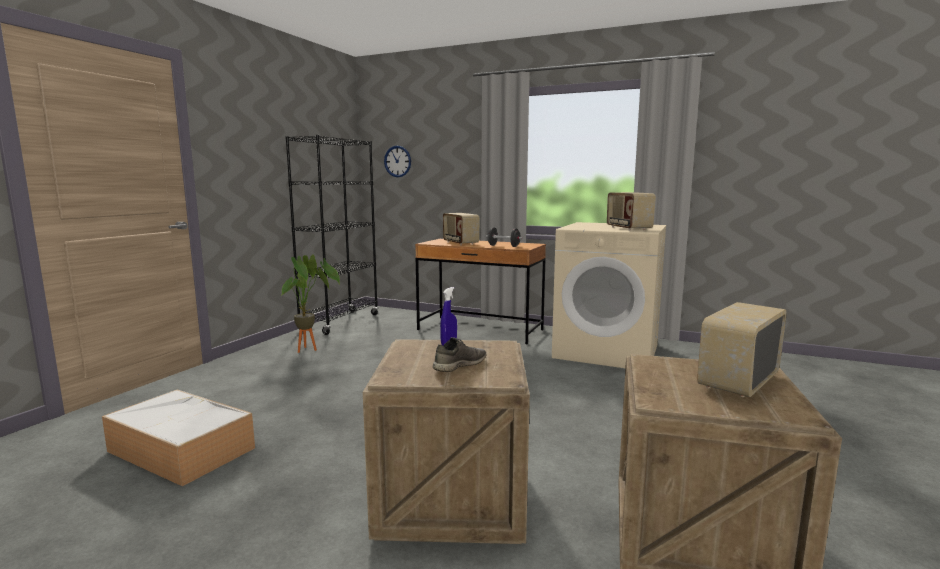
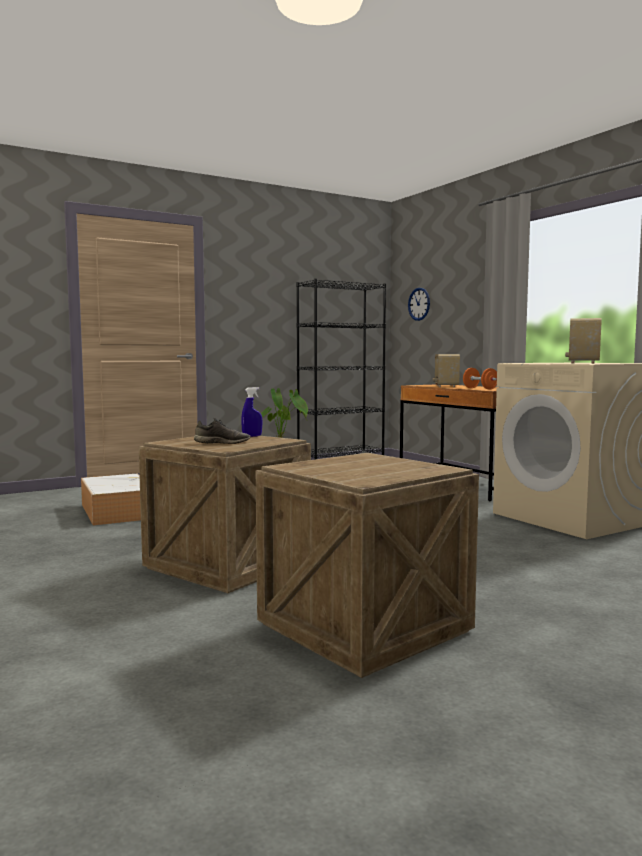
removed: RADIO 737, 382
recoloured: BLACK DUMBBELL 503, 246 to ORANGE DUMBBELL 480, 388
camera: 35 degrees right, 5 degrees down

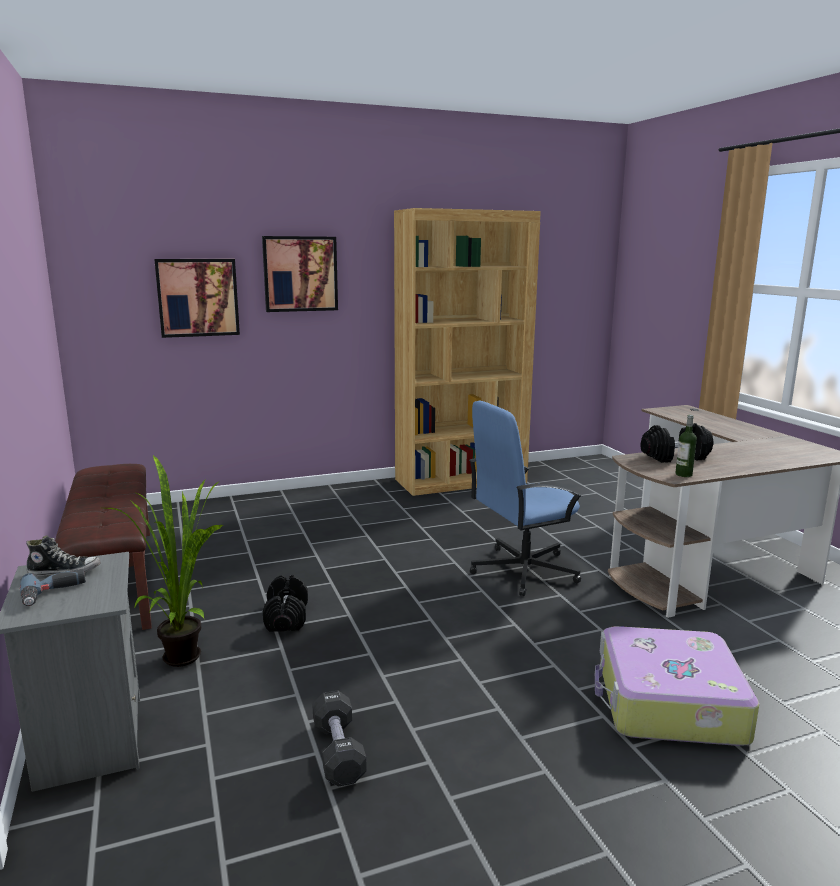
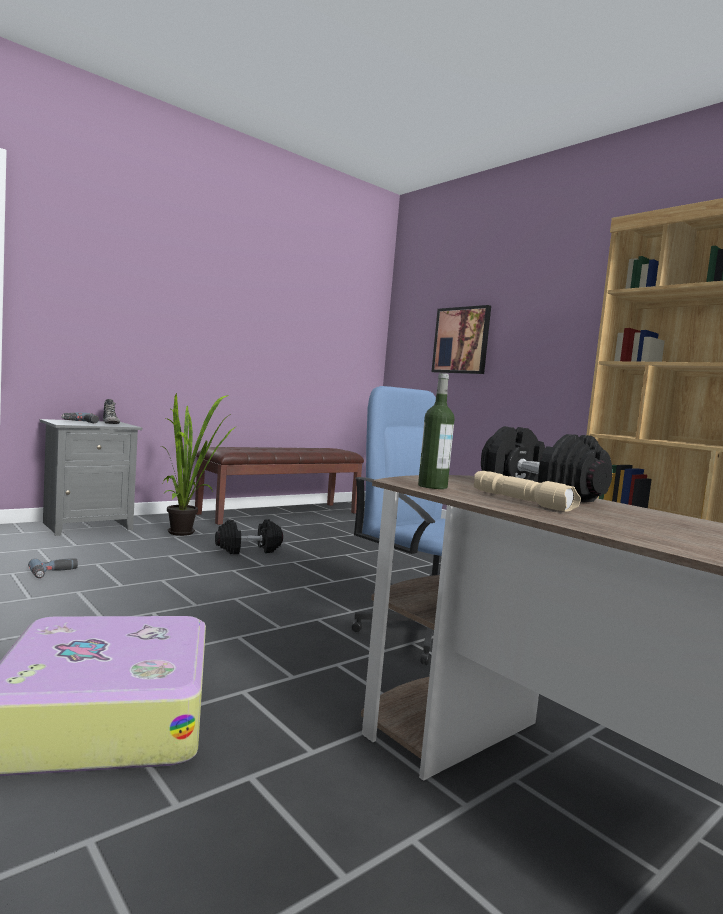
removed: PICTURE 300, 274
added: BEIGE FLASHLIGHT 522, 501
replaced: BLACK DUMBBELL 338, 752 to POWER DRILL 54, 573
camera: 70 degrees right, 10 degrees down

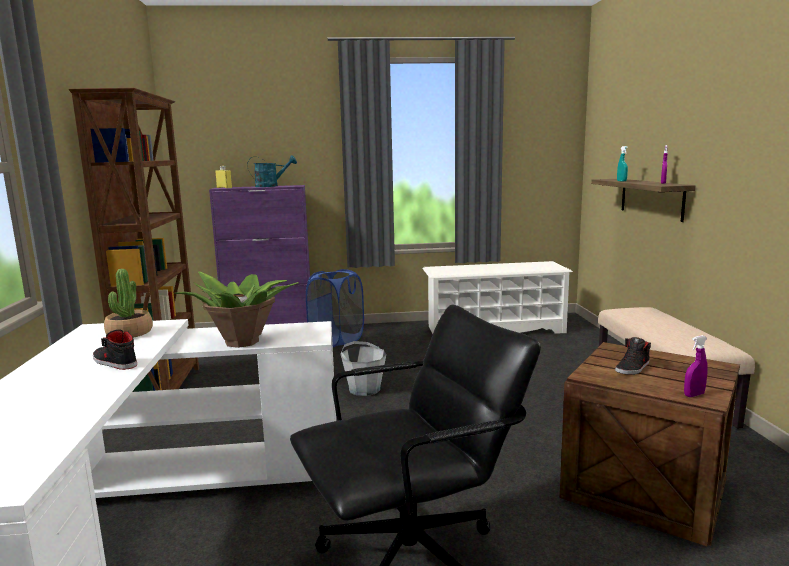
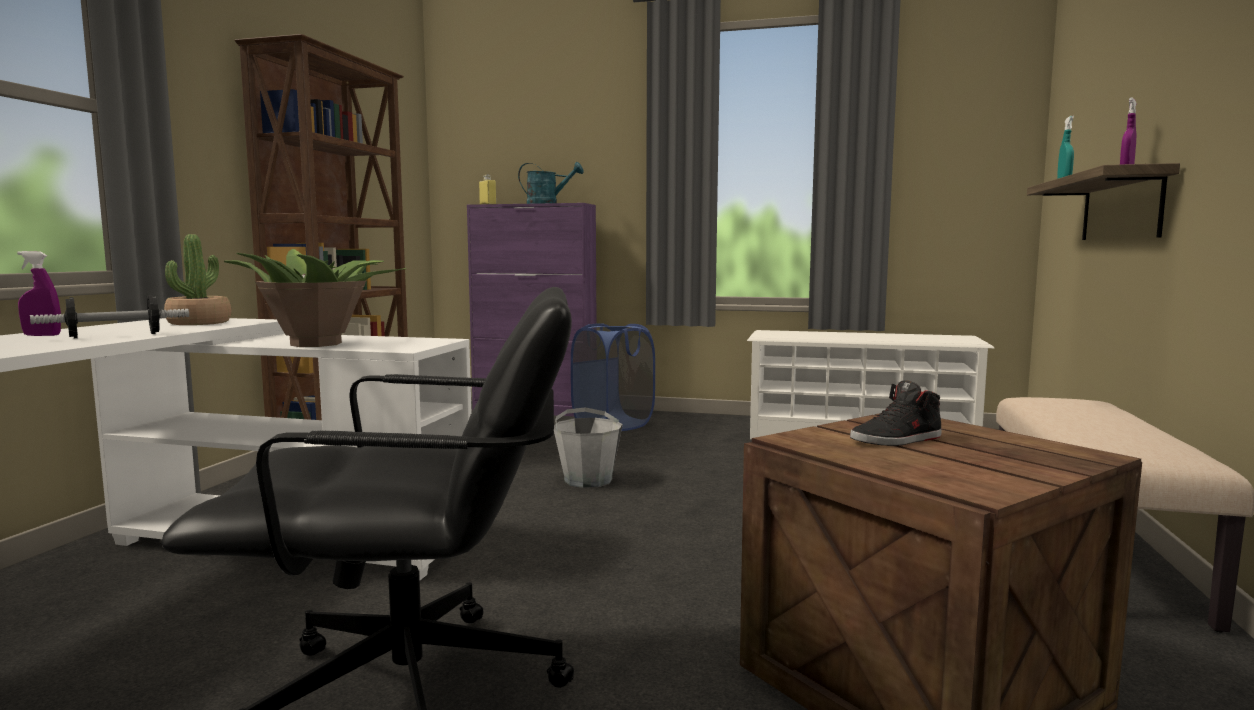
moved: PURPLE SPRAY BOTTLE 694, 395 to 42, 335
replaced: BLACK SHOE 114, 362 to DUMBBELL 115, 336
camera: 20 degrees right, 5 degrees down

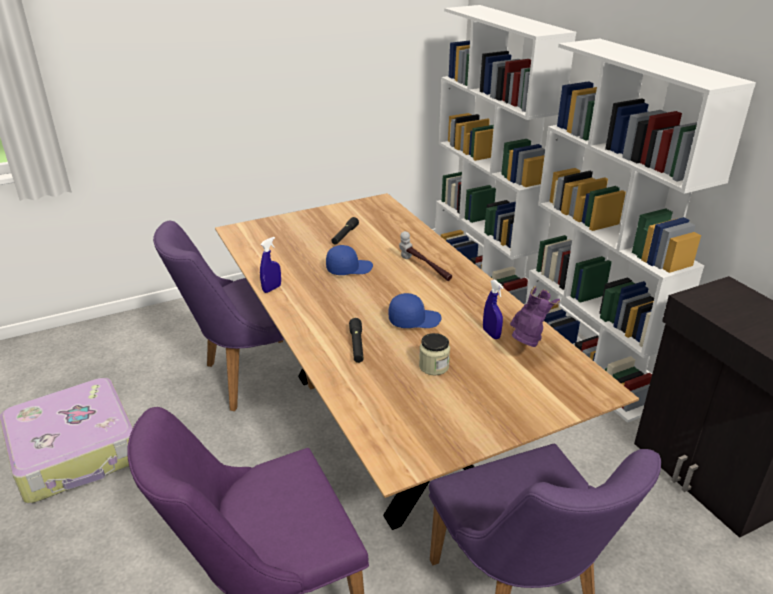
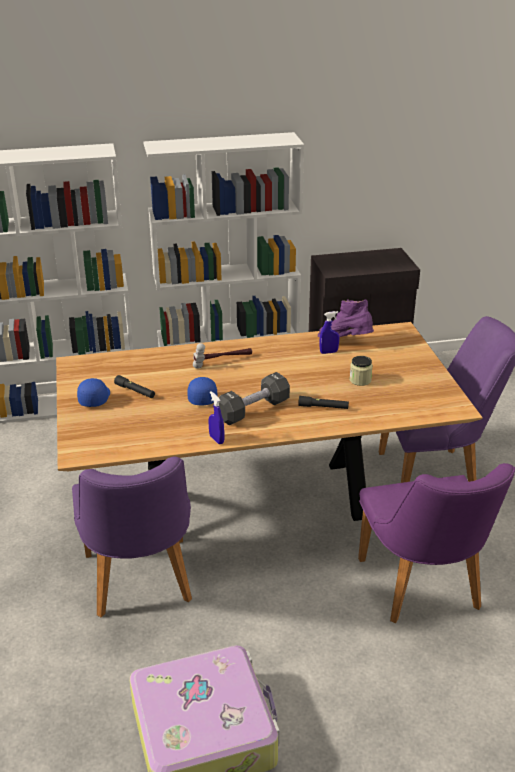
added: BLACK DUMBBELL 253, 410
moved: BLUE CAP 414, 320 to 94, 398
camera: 75 degrees left, 0 degrees up

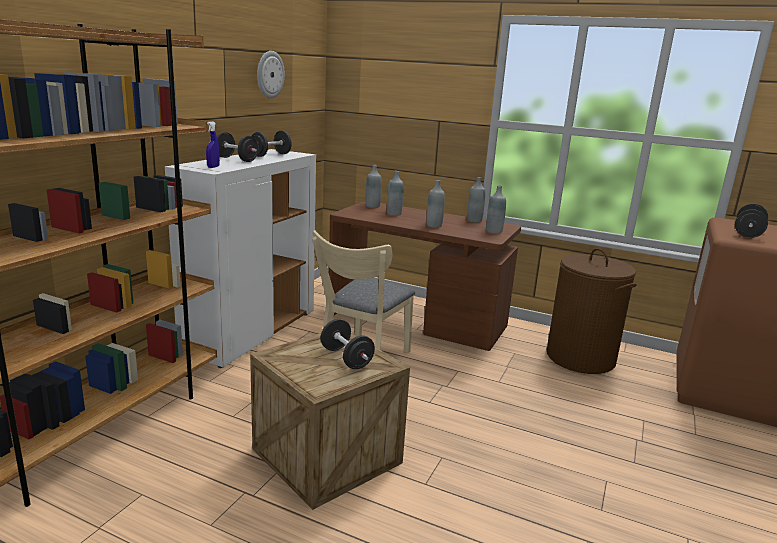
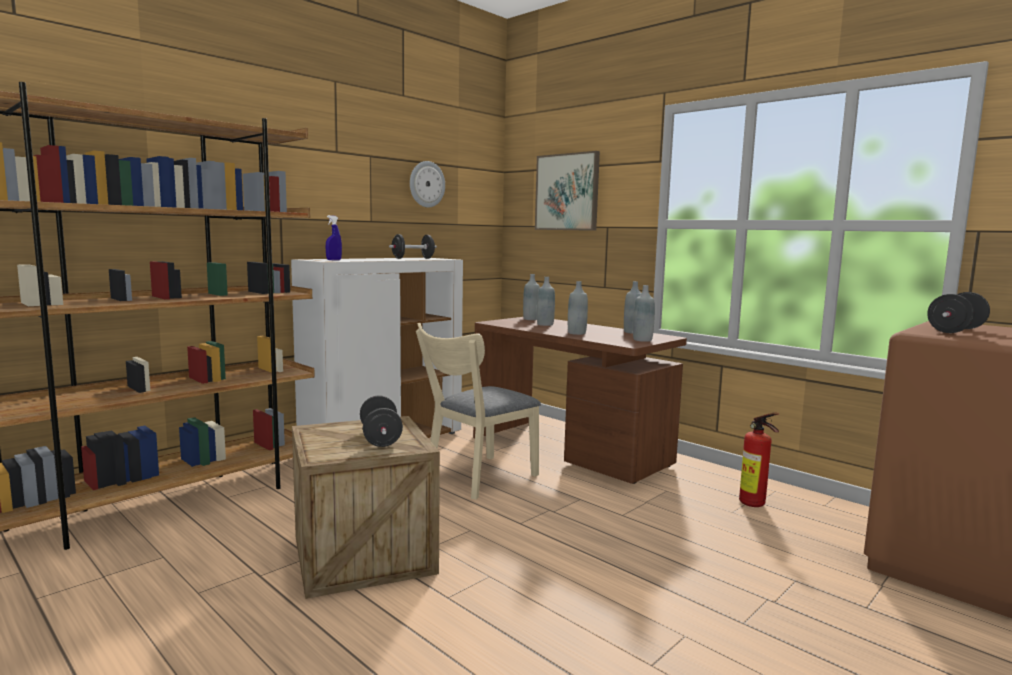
removed: BLACK DUMBBELL 236, 159
added: PICTURE 567, 192
replaced: BROWN LAUNDRY BASKET 581, 358 to FIRE EXTINGUISHER 754, 505
camera: 20 degrees right, 10 degrees down

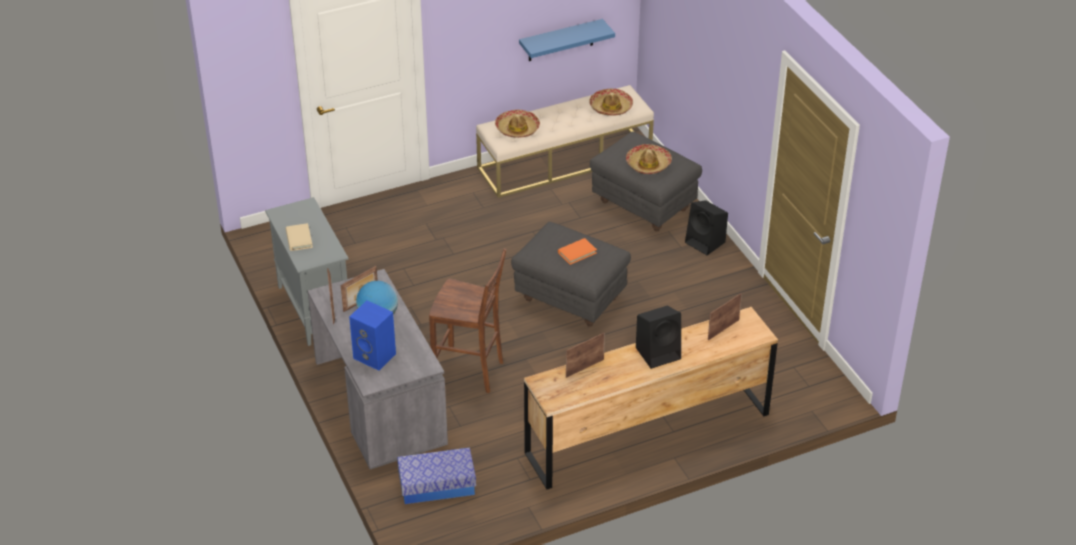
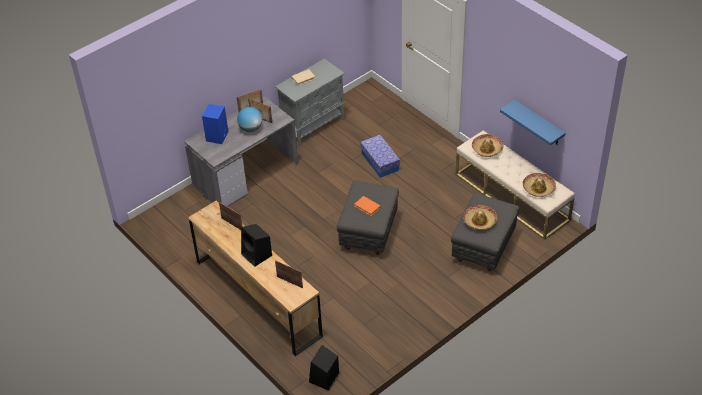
removed: BROWN STOOL 470, 372
moved: STORAGE BOX 437, 485 to 380, 161; BLACK SPEAKER 706, 242 to 323, 378
camera: 75 degrees right, 5 degrees up

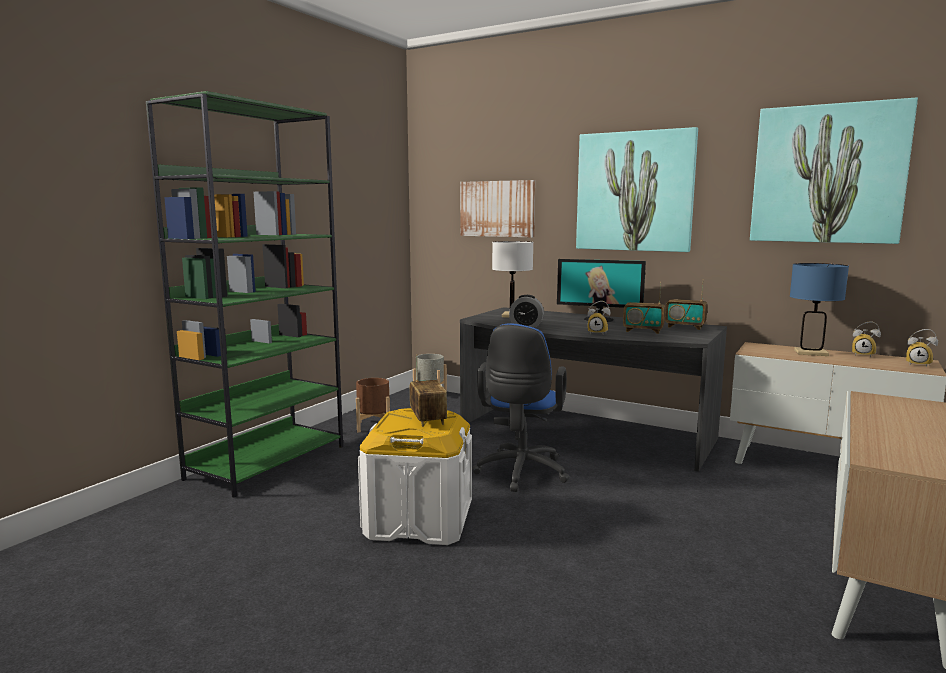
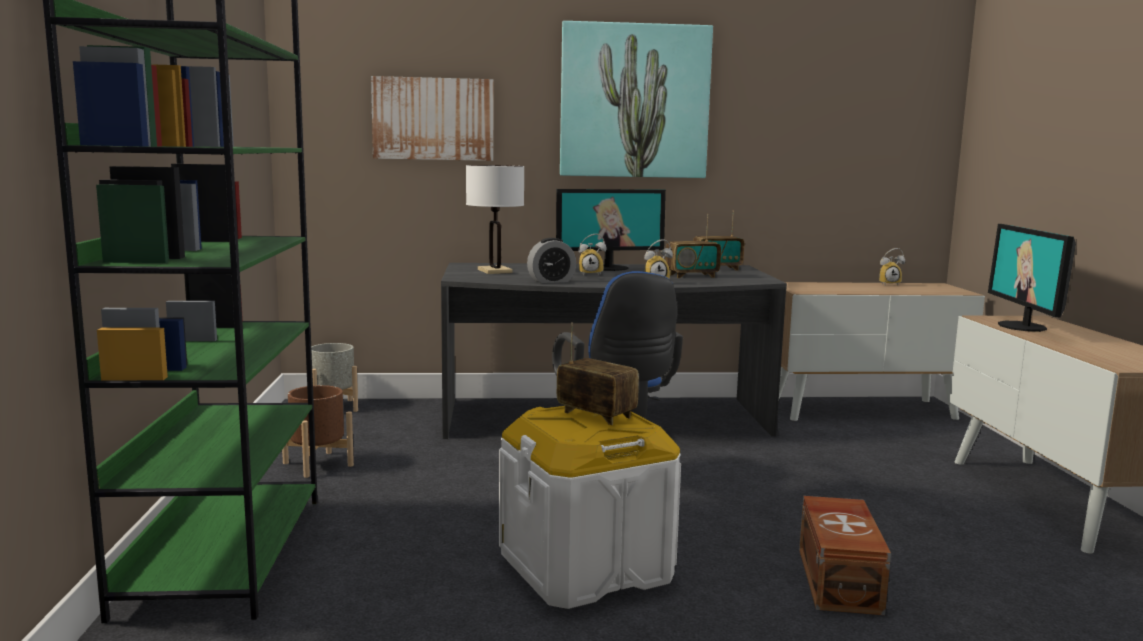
removed: PICTURE 827, 174; BLUE TABLE LAMP 810, 353
added: BROWN STORAGE BOX 840, 579; MONITOR 1023, 326
moved: ALARM CLOCK 919, 364 to 591, 274
camera: 35 degrees left, 0 degrees up

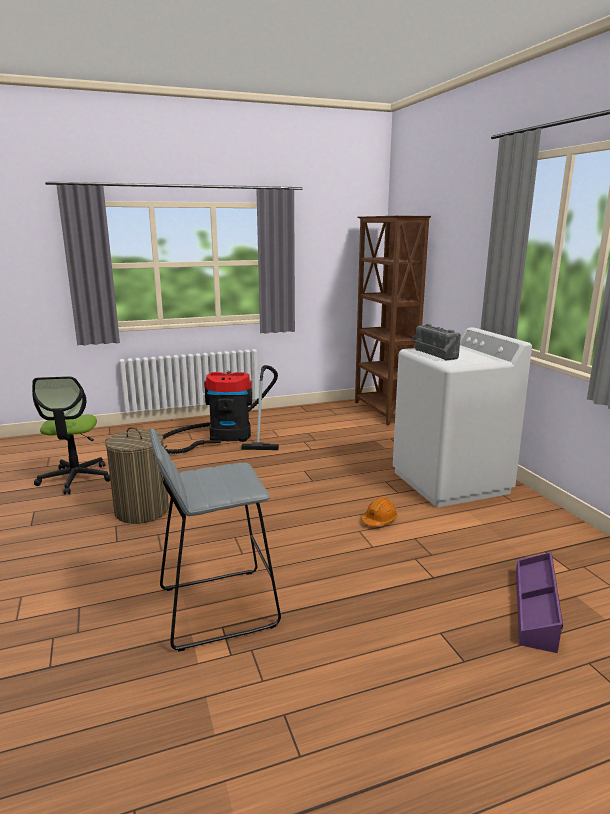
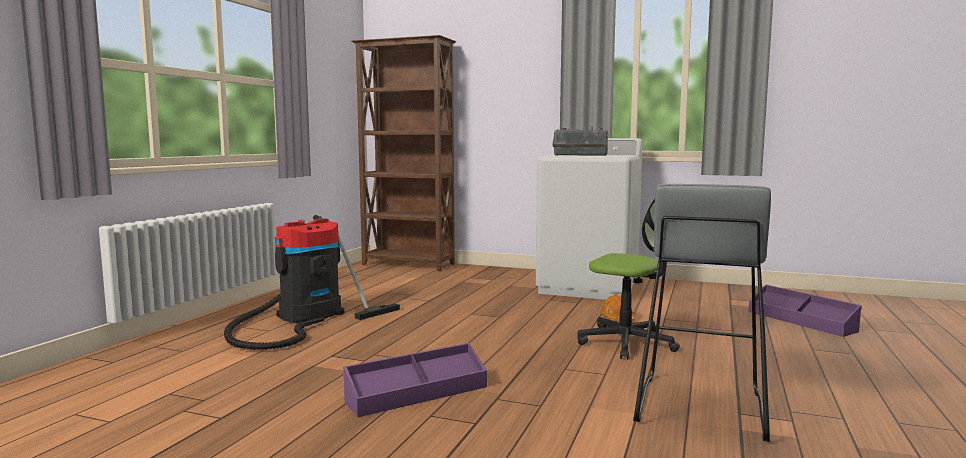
moved: OFFICE CHAIR 75, 479 to 627, 342
replaced: LAUNDRY BASKET 142, 511 to PURPLE STORAGE BOX 417, 393
camera: 50 degrees left, 10 degrees down

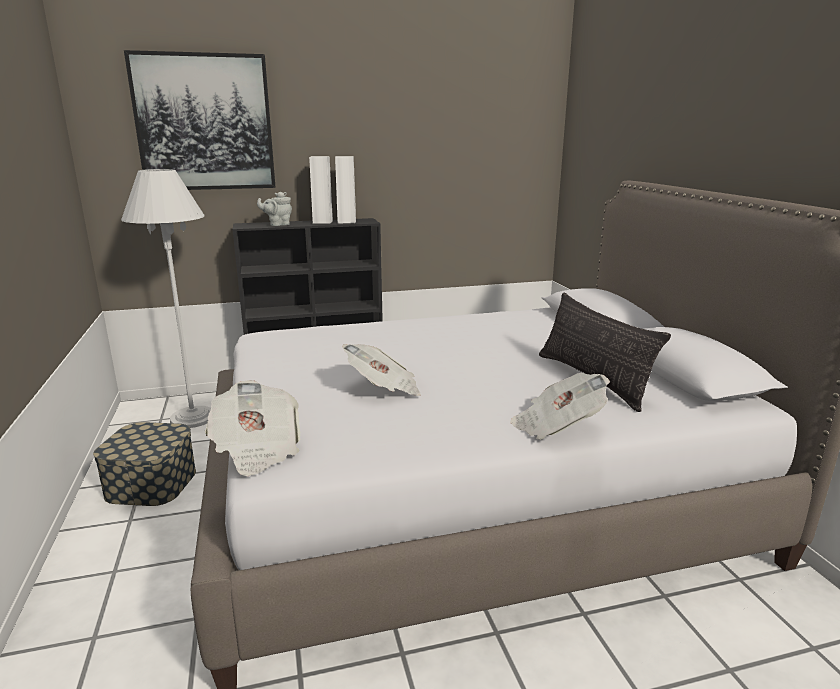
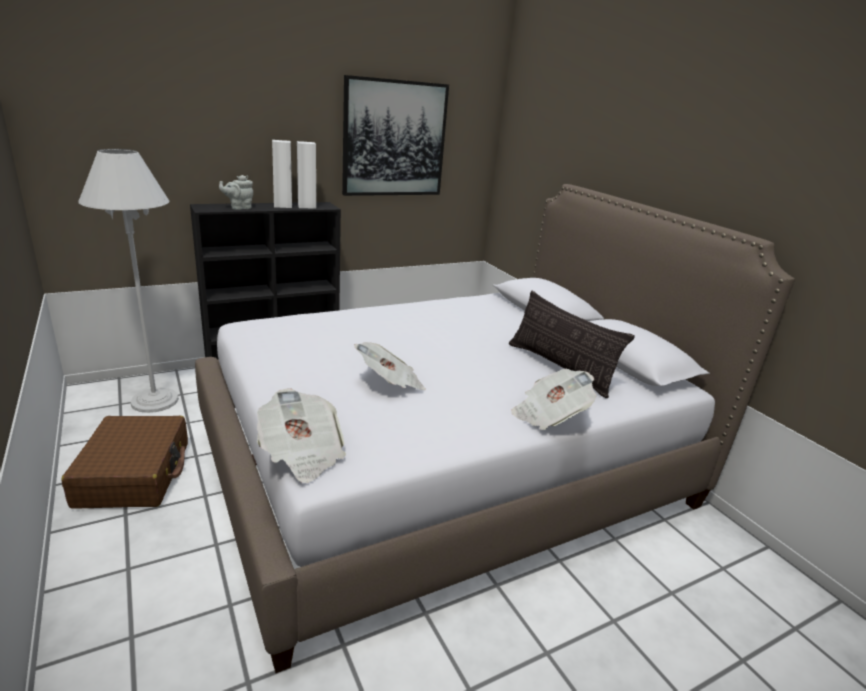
moved: PICTURE 204, 123 to 394, 139
replaced: STORAGE BOX 151, 483 to BROWN SUITCASE 134, 474
camera: 15 degrees left, 5 degrees up

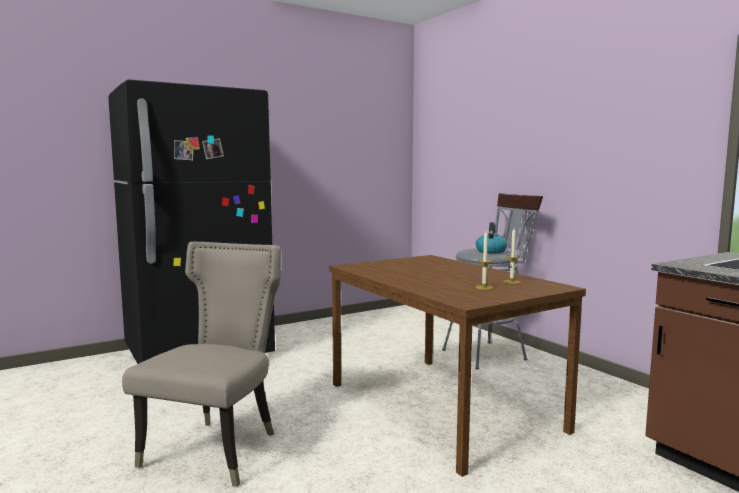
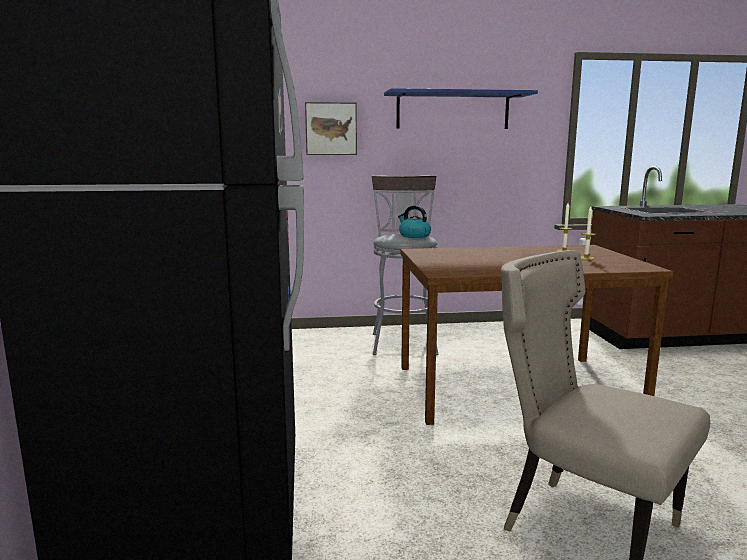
added: PICTURE 331, 129; BLUE SHELF 453, 111
camera: 65 degrees left, 5 degrees up

